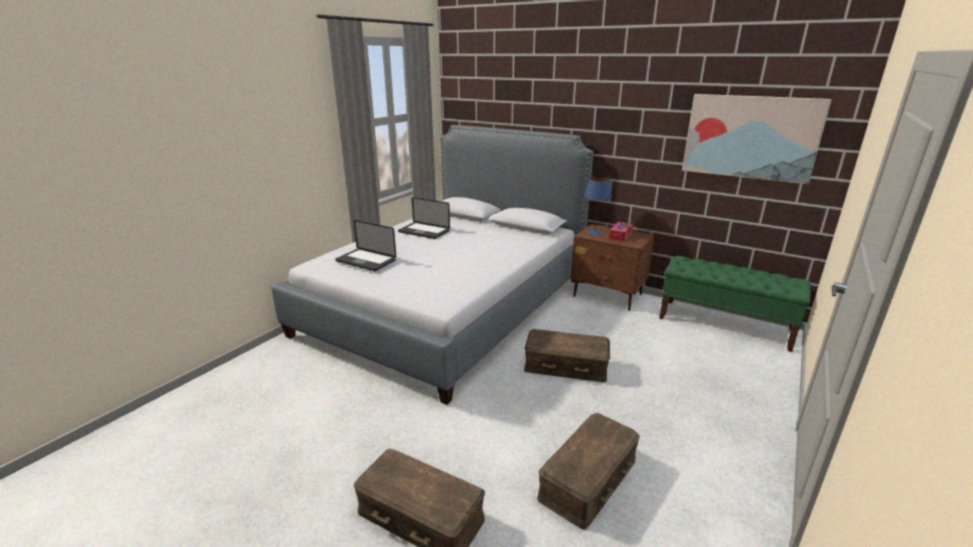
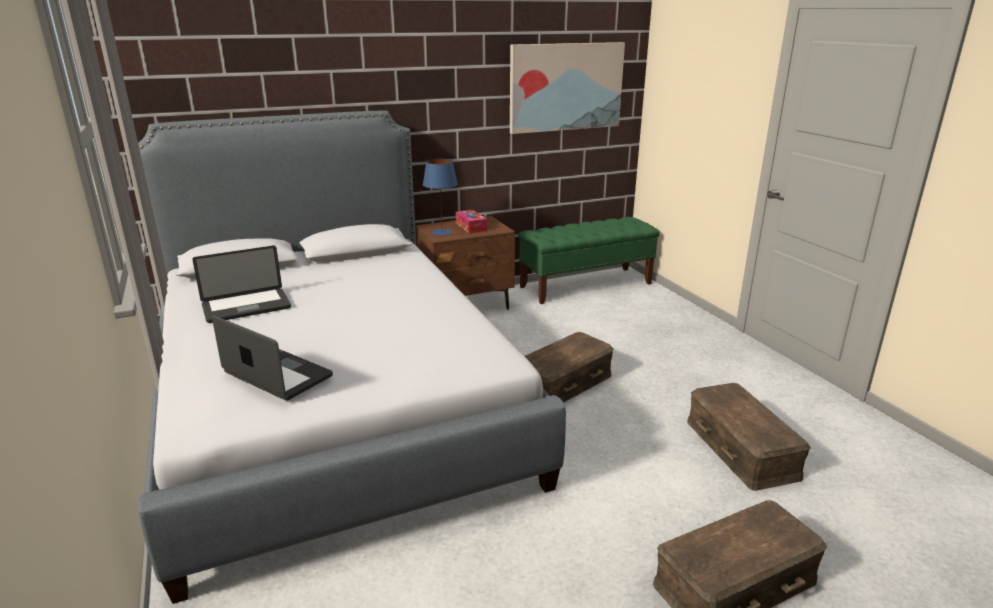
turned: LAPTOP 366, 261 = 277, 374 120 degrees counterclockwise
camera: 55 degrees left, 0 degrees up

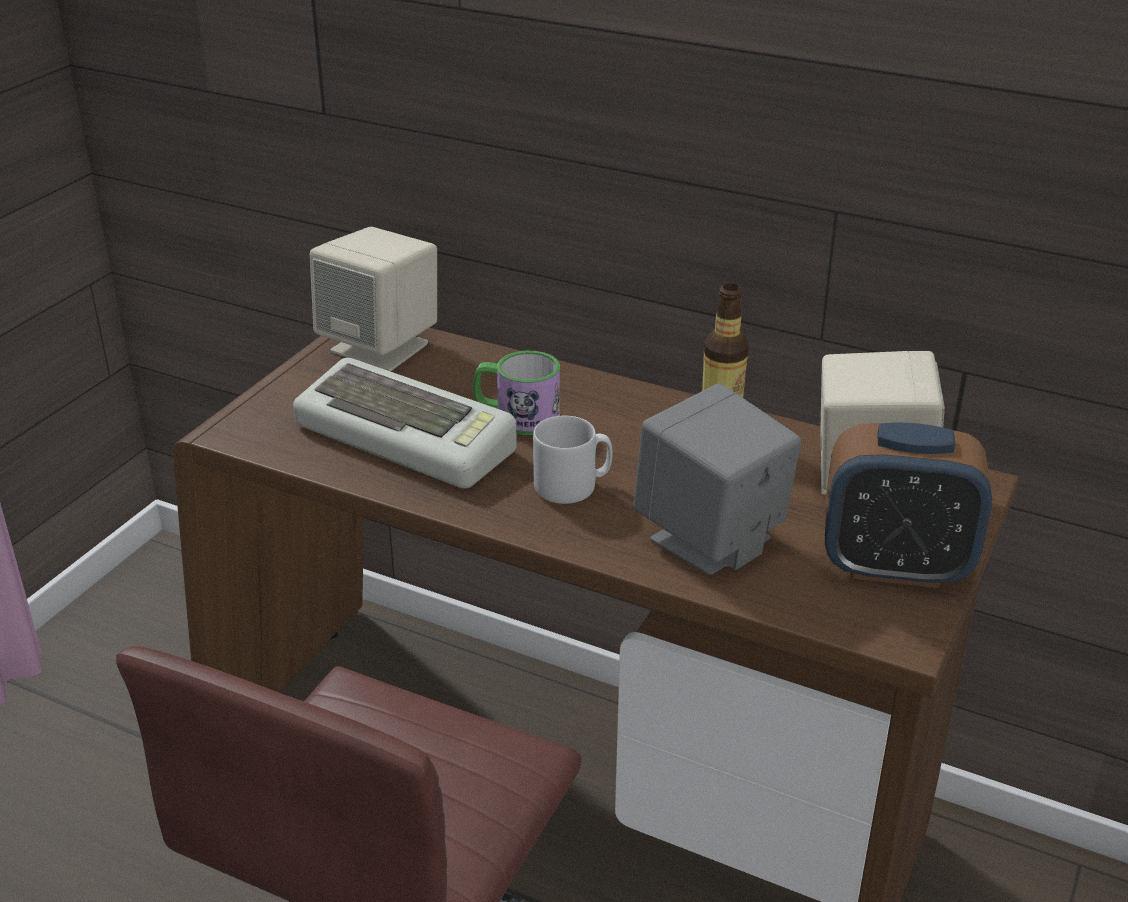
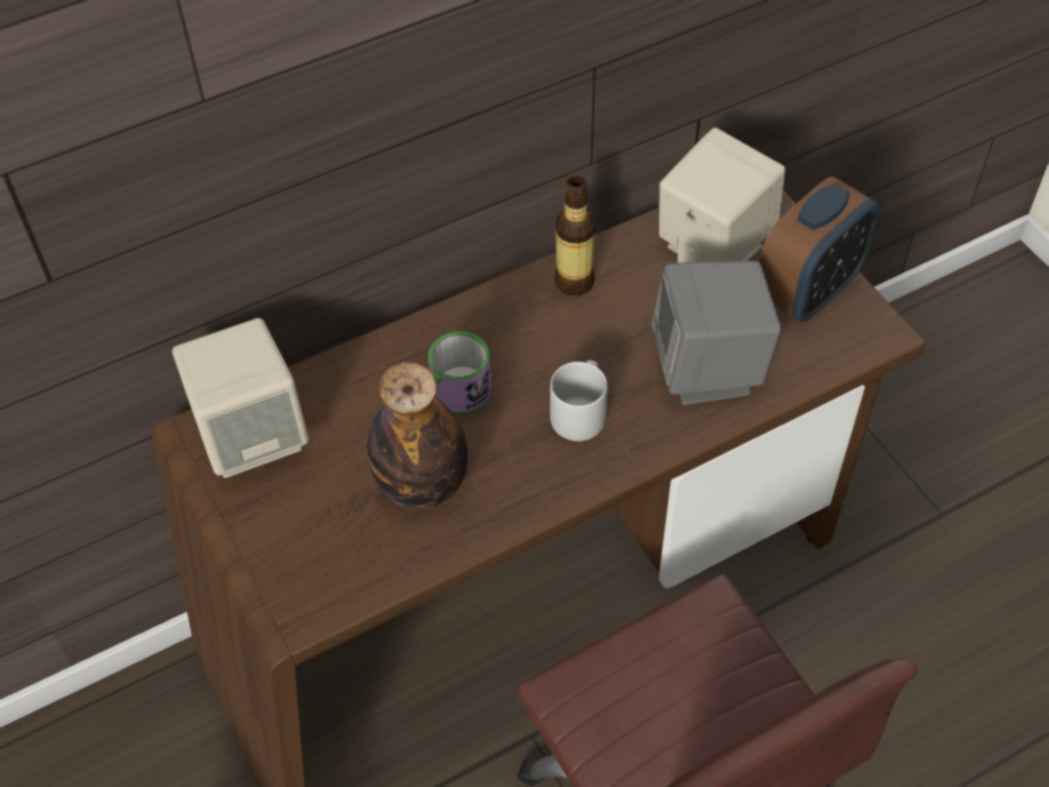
replaced: KEYBOARD 410, 437 to BOTTLE 422, 485
camera: 55 degrees left, 20 degrees up

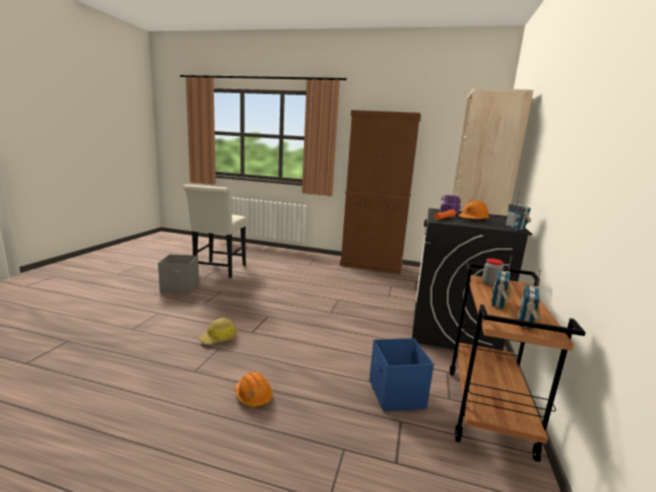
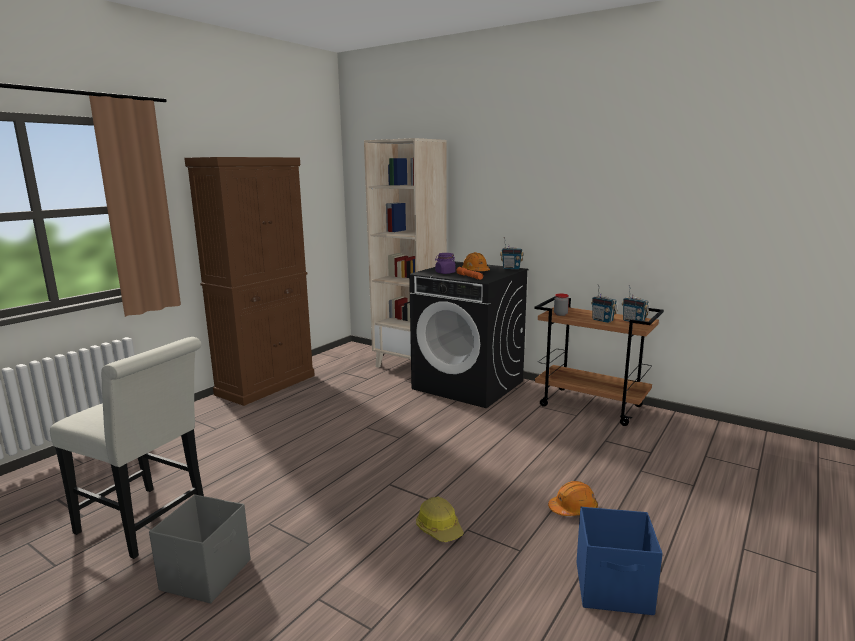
moved: BLUE STORAGE BOX 396, 395 to 614, 589
camera: 70 degrees left, 0 degrees up

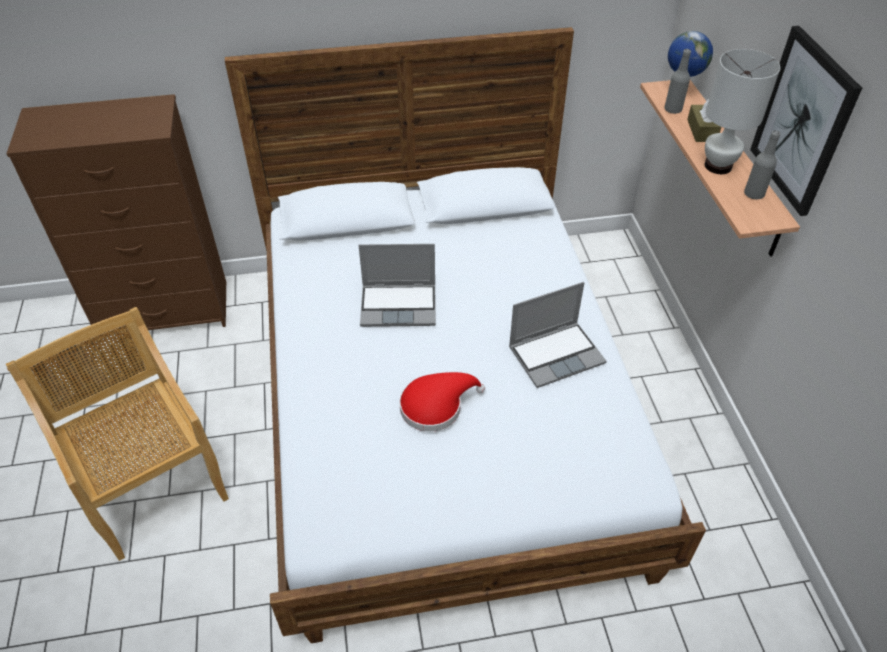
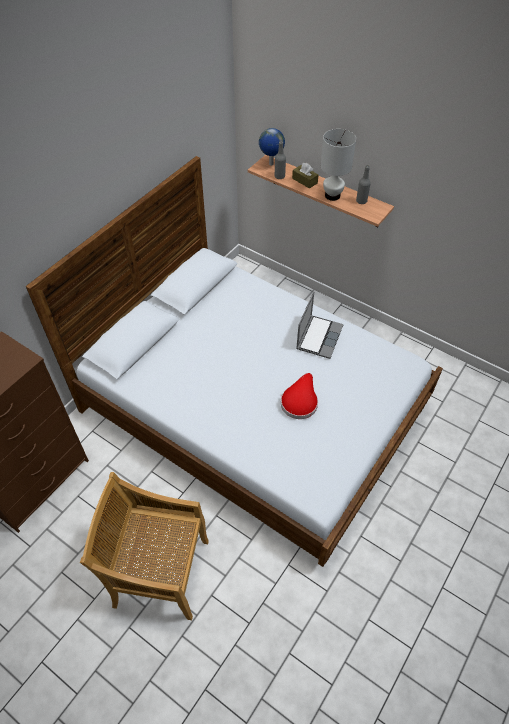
removed: LAPTOP 399, 305; PICTURE 803, 122
camera: 45 degrees left, 5 degrees up

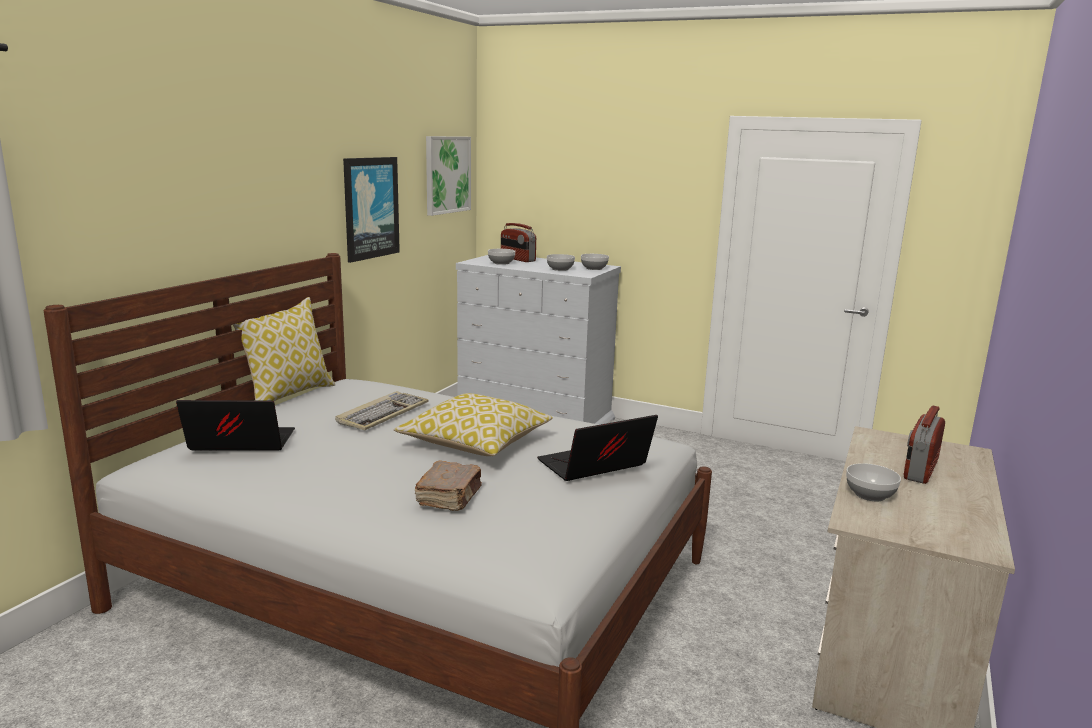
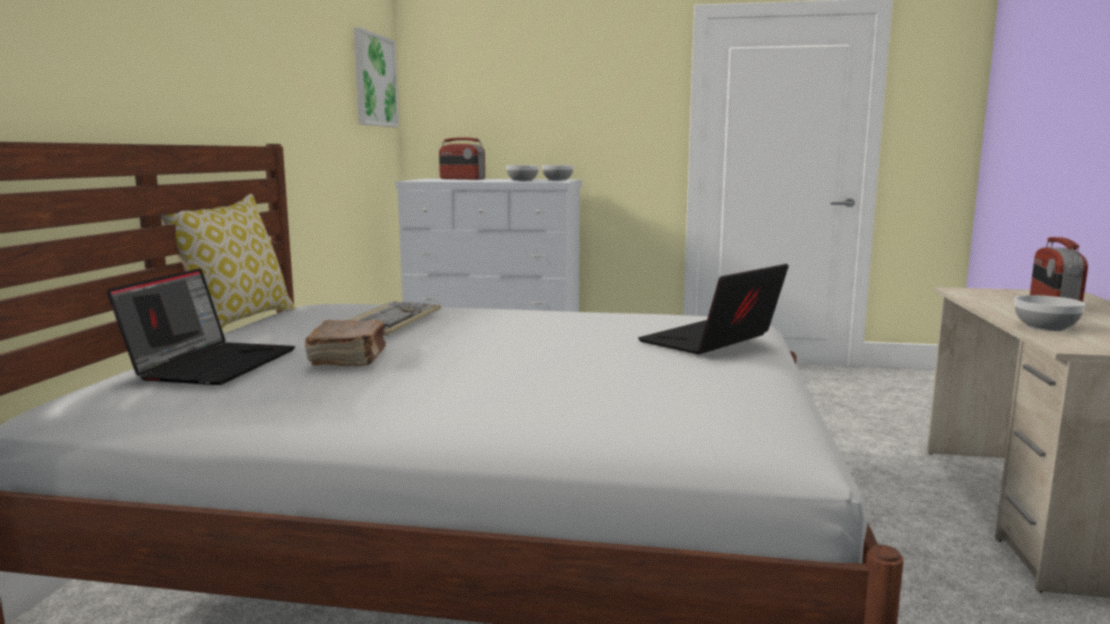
removed: PICTURE 370, 208; PILLOW 475, 443; BOWL 501, 263
moved: BROWN BOOK 450, 497 to 349, 359
turned: LAPTOP 239, 444 = 212, 364 120 degrees clockwise
camera: 15 degrees left, 5 degrees down

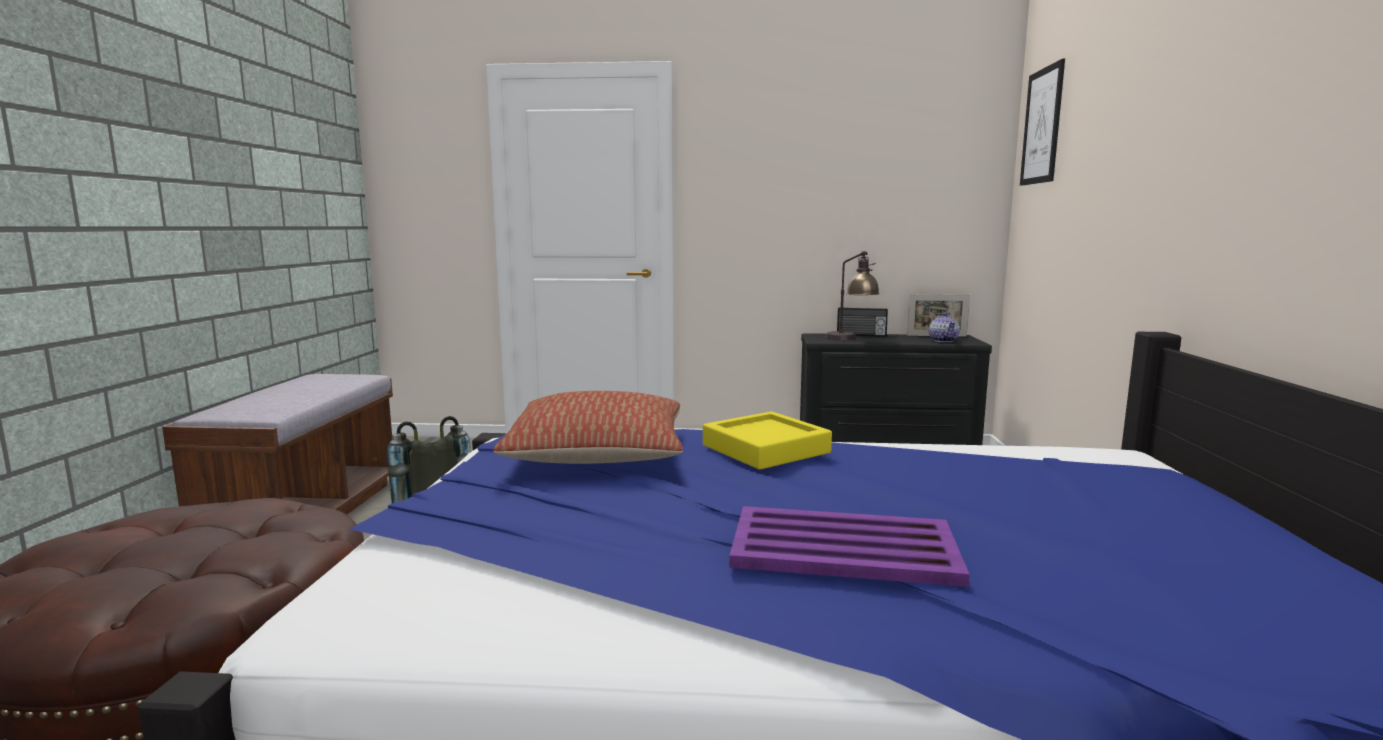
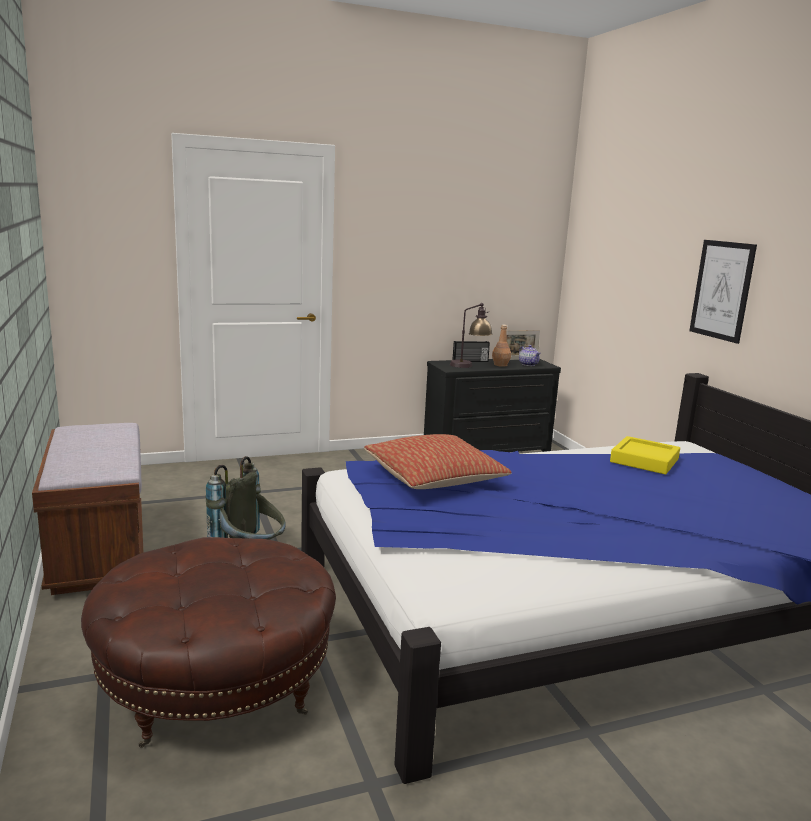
removed: PURPLE TRAY 845, 548
added: BROWN BOTTLE 500, 365
moved: YELLOW TRAY 765, 449 to 644, 460; PICTURE 1042, 126 to 722, 290
camera: 25 degrees left, 5 degrees up

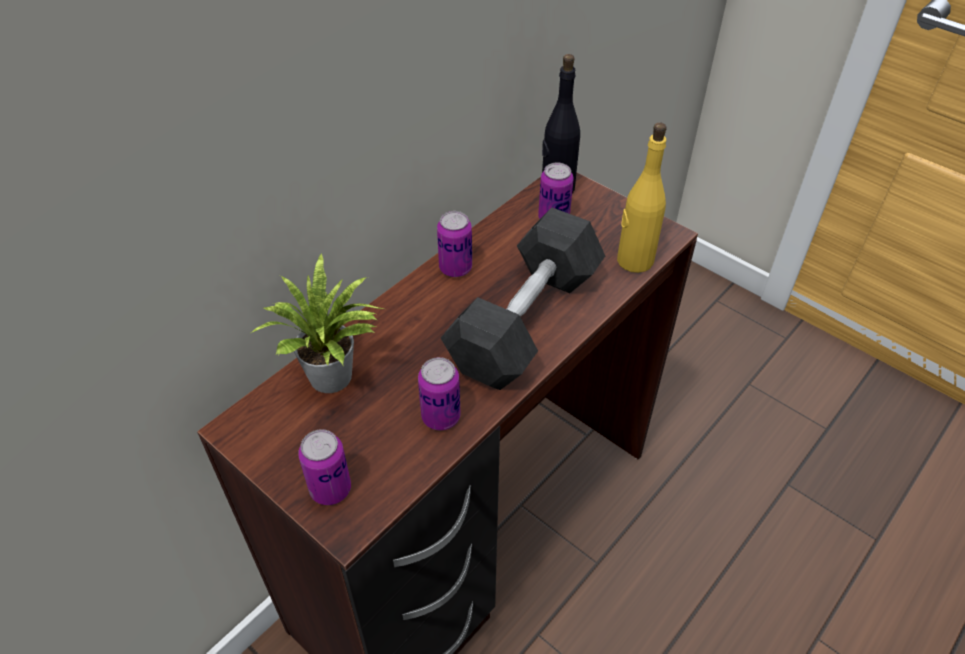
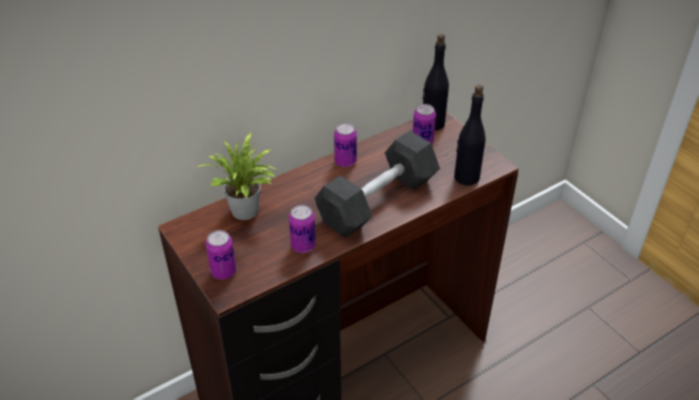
recoloured: YELLOW BOTTLE 634, 260 to BLACK BOTTLE 466, 177
camera: 15 degrees right, 5 degrees down

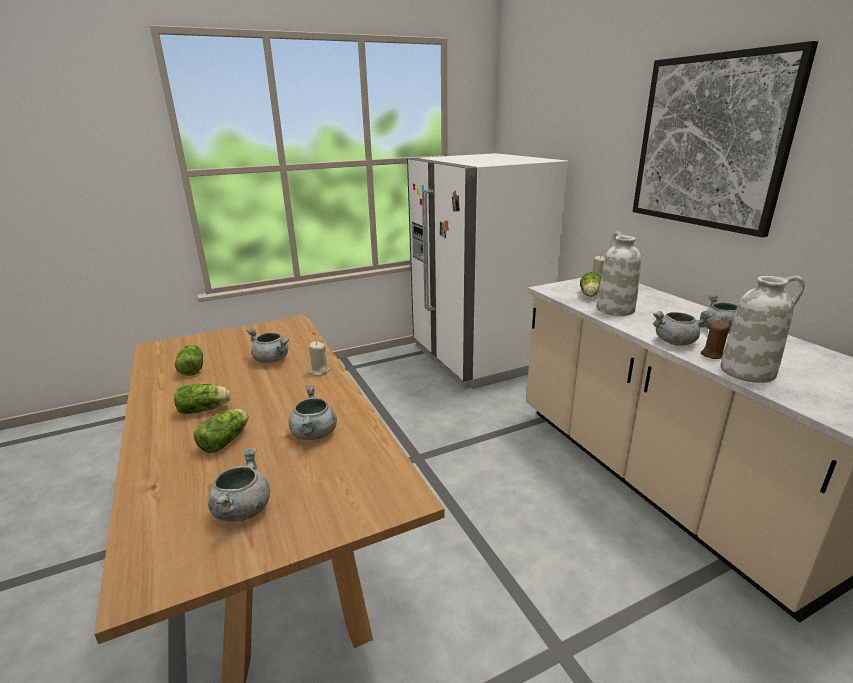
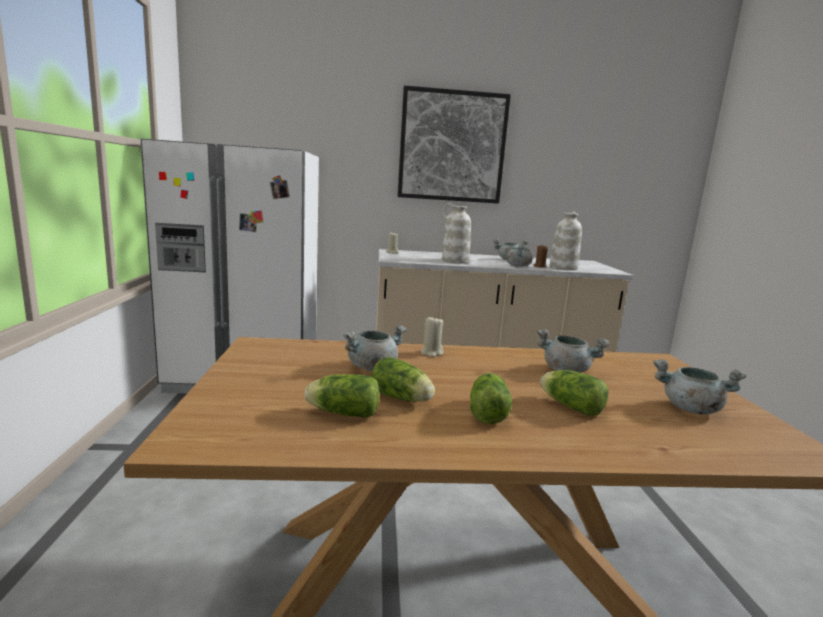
moved: LETTUCE 589, 295 to 403, 398
camera: 70 degrees left, 10 degrees down

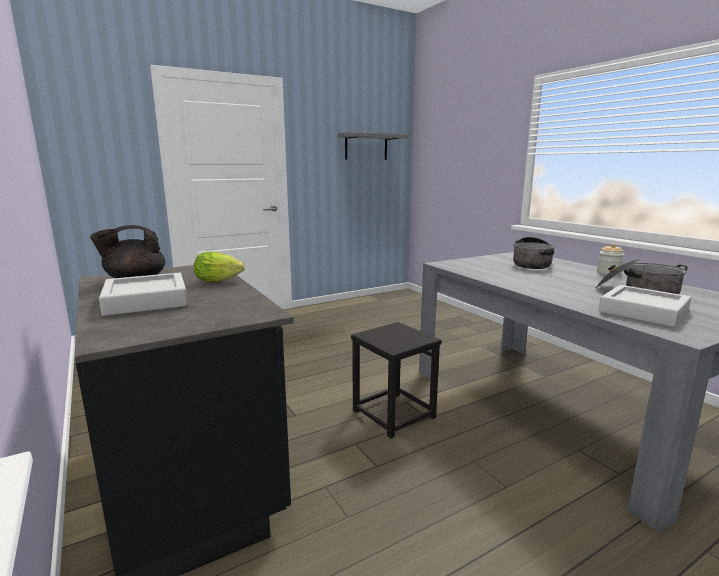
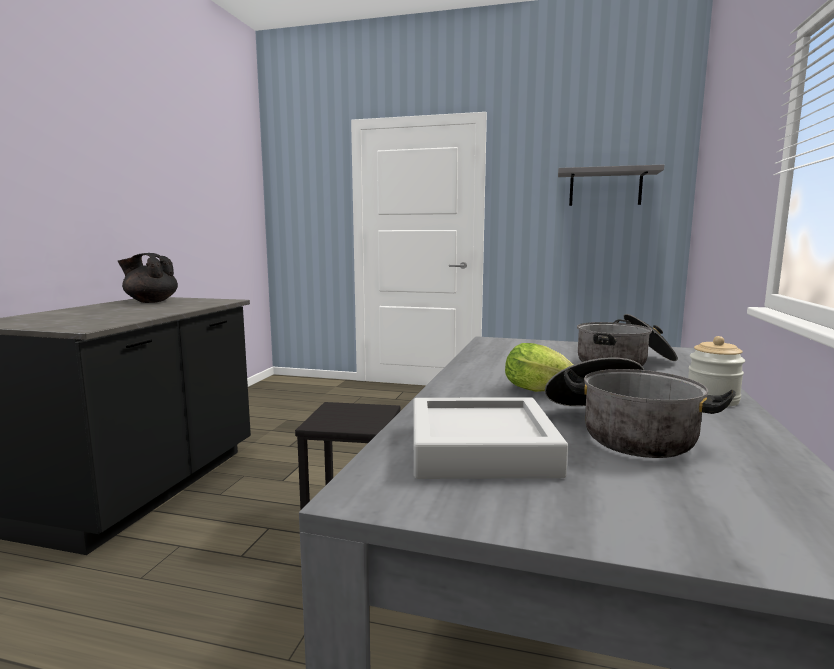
removed: GREY TRAY 146, 301
moved: LETTUCE 221, 281 to 542, 391
camera: 45 degrees right, 5 degrees down

